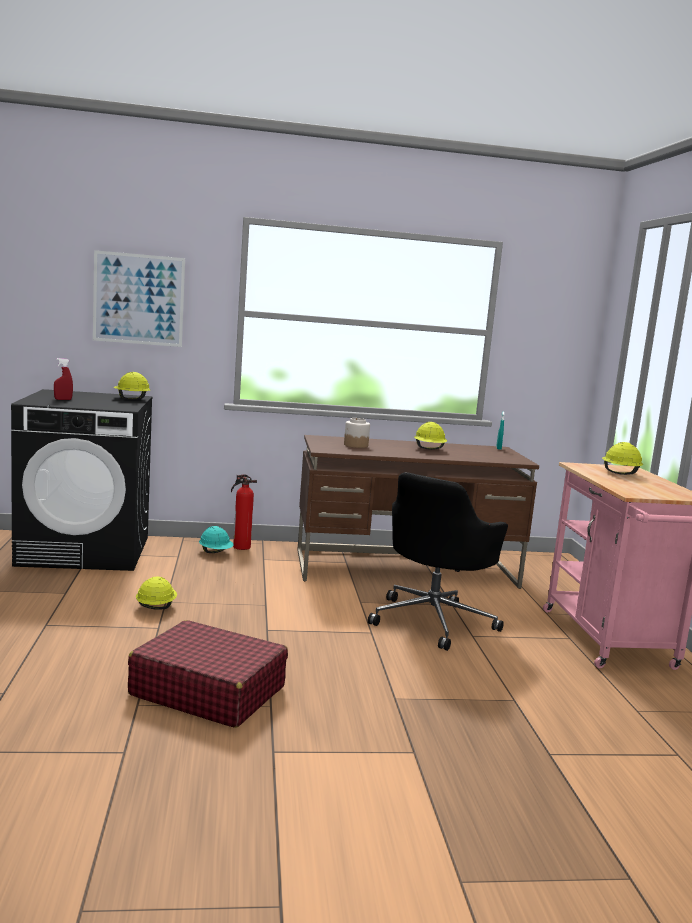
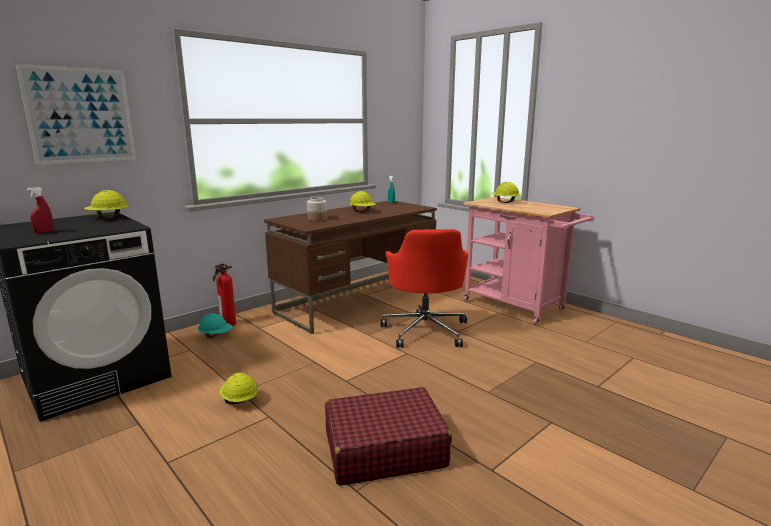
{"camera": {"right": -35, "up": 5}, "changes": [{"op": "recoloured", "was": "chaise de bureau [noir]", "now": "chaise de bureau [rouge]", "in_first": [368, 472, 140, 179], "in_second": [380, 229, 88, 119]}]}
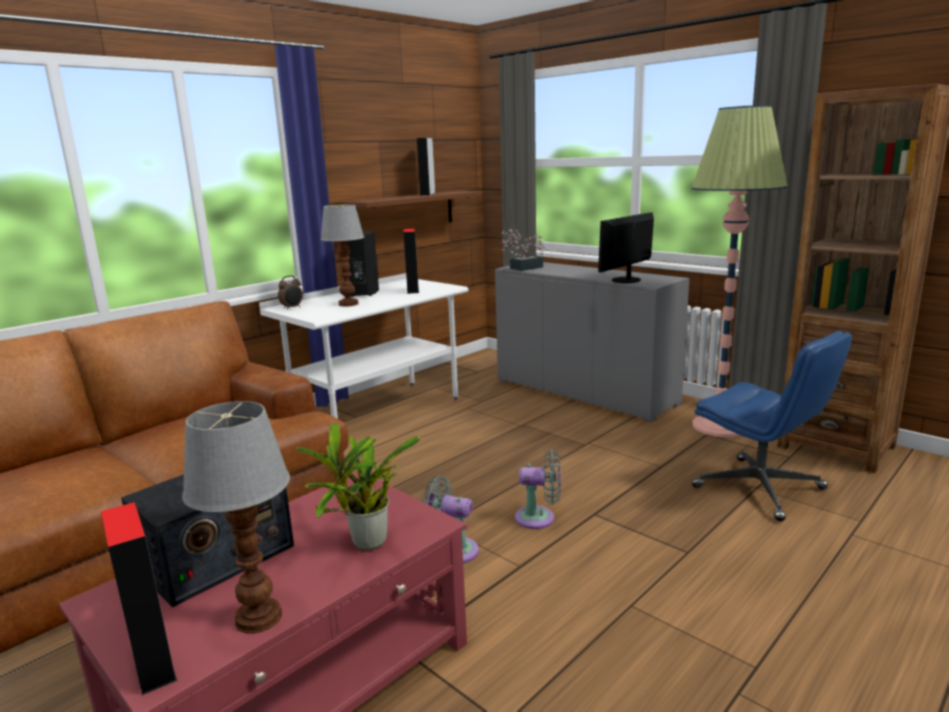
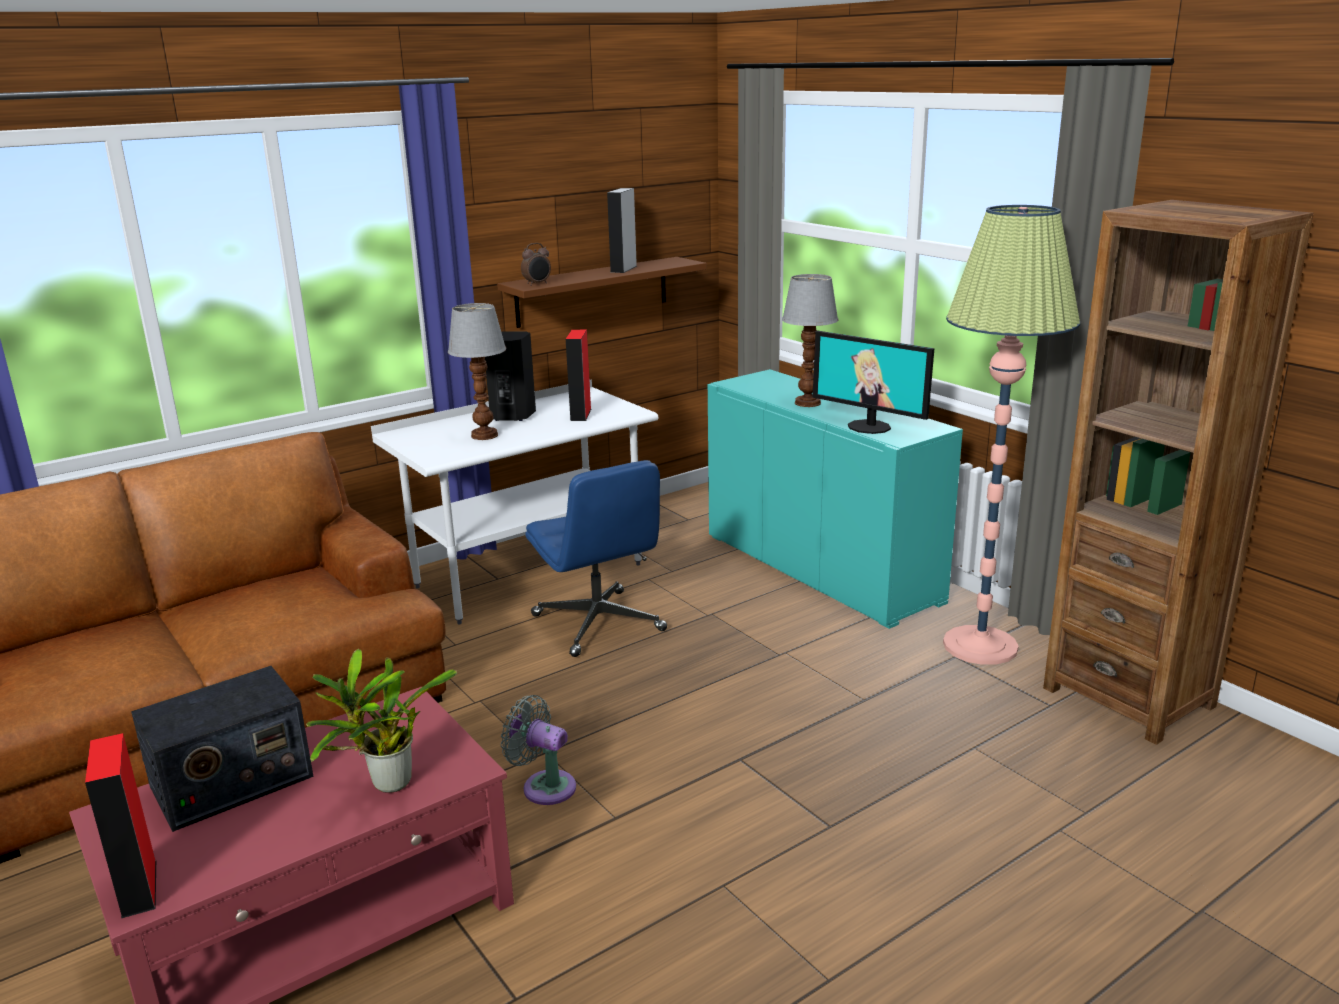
{"camera": {"right": 10, "up": 5}, "changes": [{"op": "moved", "was": "réveil", "in_first": [278, 276, 25, 34], "in_second": [521, 243, 30, 43]}, {"op": "moved", "was": "chaise de bureau [bleu]", "in_first": [692, 331, 160, 191], "in_second": [525, 460, 142, 197]}, {"op": "recoloured", "was": "meuble de rangement [gris]", "now": "meuble de rangement [turquoise]", "in_first": [495, 262, 195, 160], "in_second": [708, 369, 255, 260]}, {"op": "moved", "was": "lampe de table", "in_first": [182, 401, 108, 233], "in_second": [782, 274, 57, 133]}, {"op": "turned", "was": "écran d'ordinateur", "in_first": [598, 212, 56, 71], "in_second": [812, 331, 122, 103], "clockwise": -105}, {"op": "removed", "was": "plante en pot", "in_first": [501, 229, 44, 42]}, {"op": "removed", "was": "ventilateur [gris]", "in_first": [515, 450, 46, 79]}]}
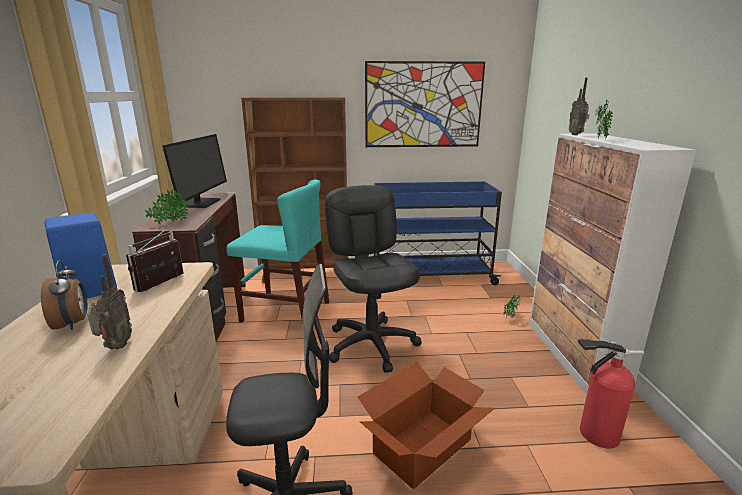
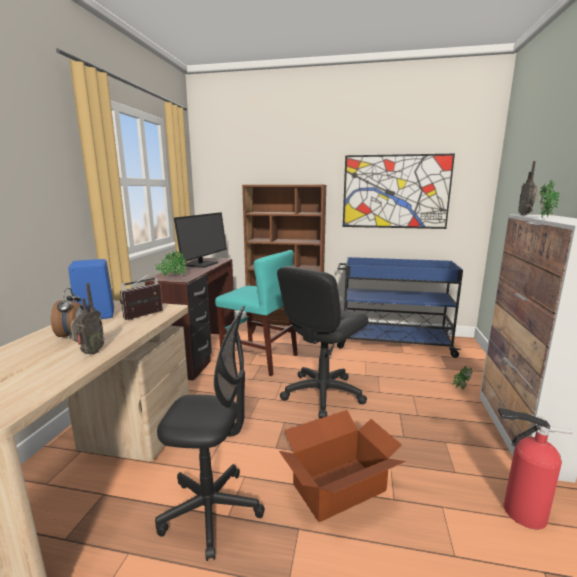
{"camera": {"right": 15, "up": -5}, "changes": [{"op": "turned", "was": "chaise de bureau [noir]", "in_first": [324, 185, 98, 188], "in_second": [277, 266, 92, 152], "clockwise": -135}]}
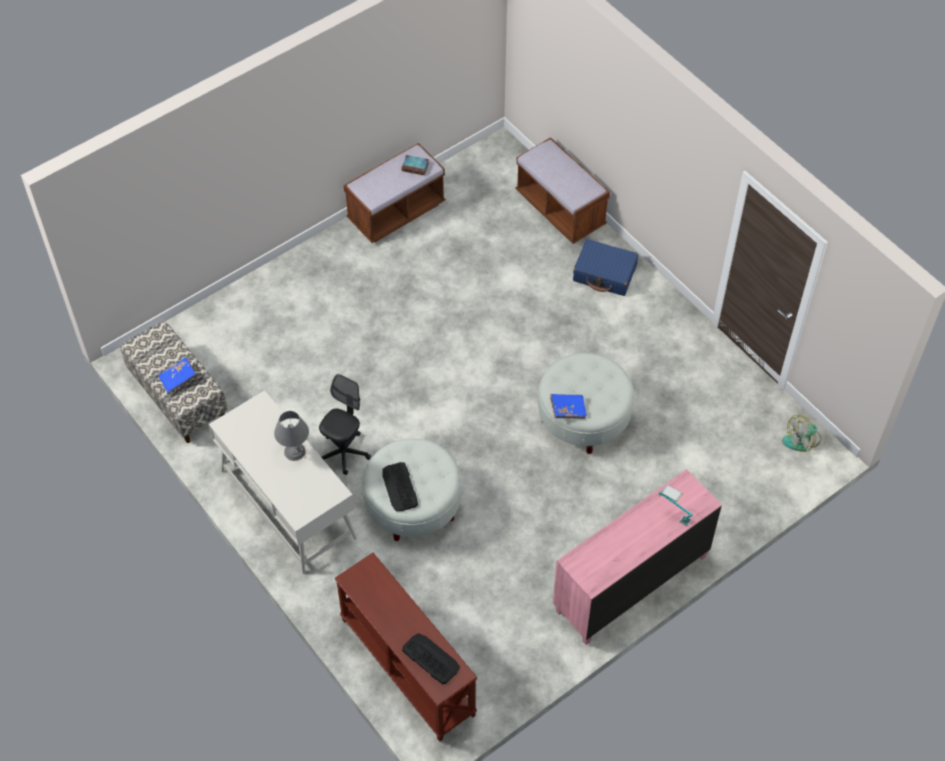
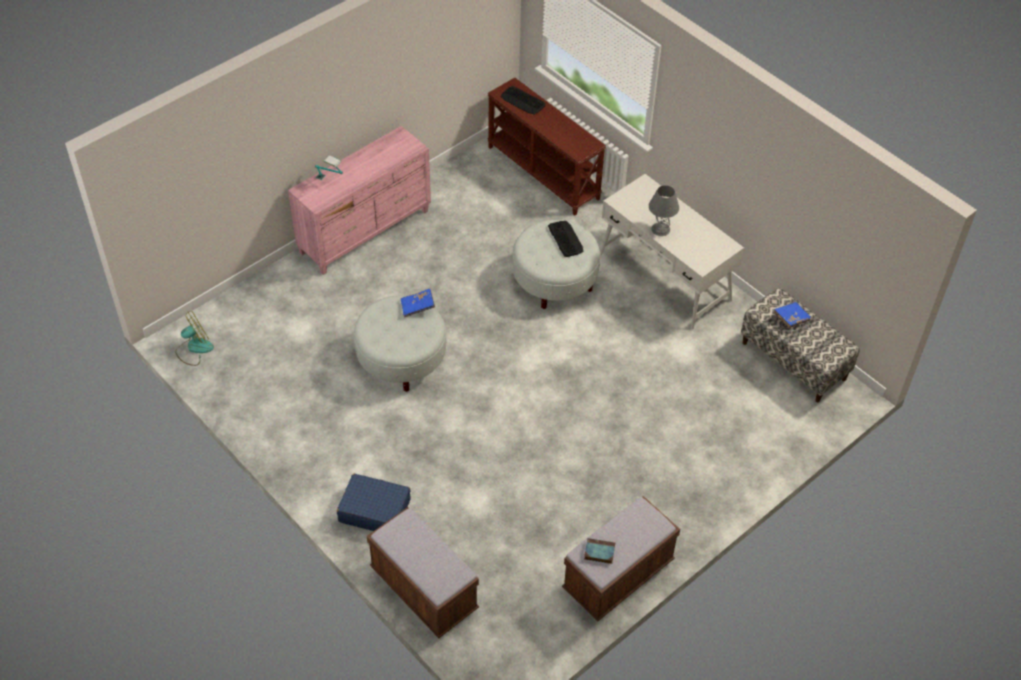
{"camera": {"right": 175, "up": -5}, "changes": [{"op": "removed", "was": "chaise de bureau [noir]", "in_first": [319, 374, 52, 101]}]}
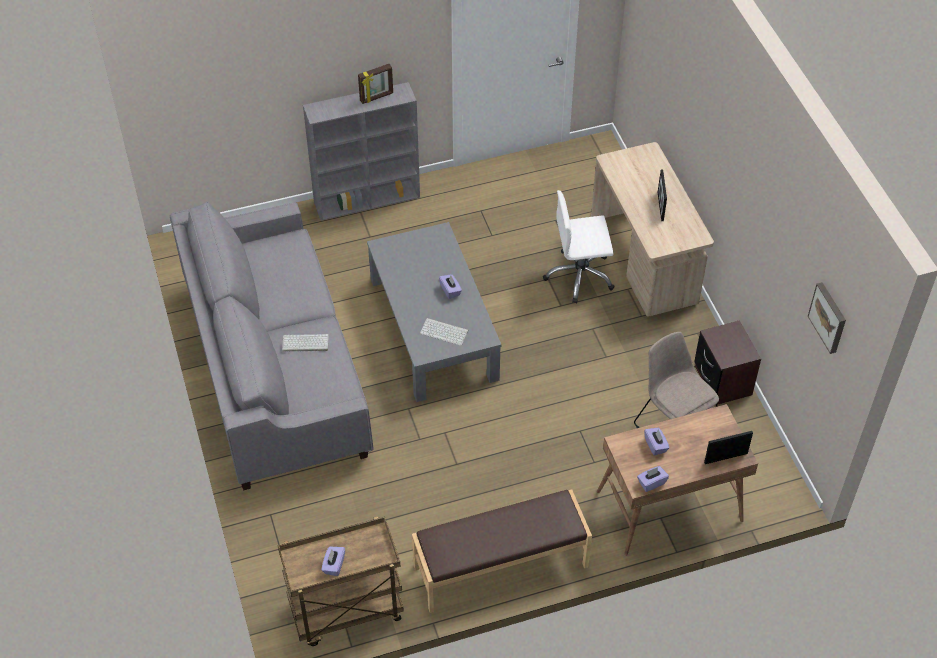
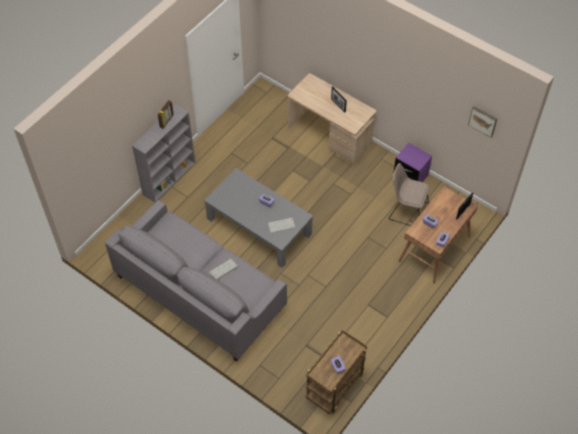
{"camera": {"right": -35, "up": 5}, "changes": [{"op": "recoloured", "was": "table de chevet [marron]", "now": "table de chevet [violet]", "in_first": [694, 320, 67, 85], "in_second": [393, 143, 39, 39]}, {"op": "removed", "was": "banc [marron]", "in_first": [412, 489, 180, 124]}, {"op": "removed", "was": "chaise de bureau [blanc]", "in_first": [543, 190, 72, 113]}]}
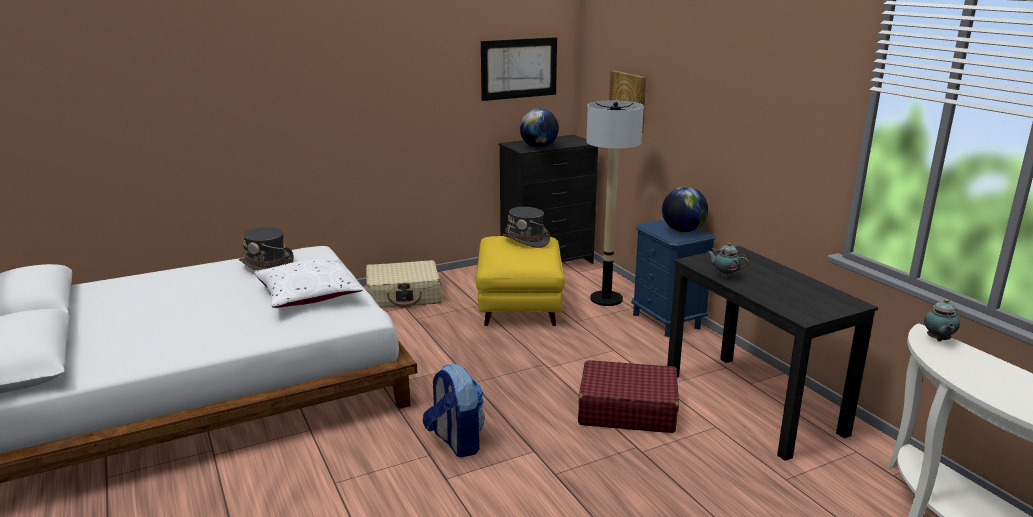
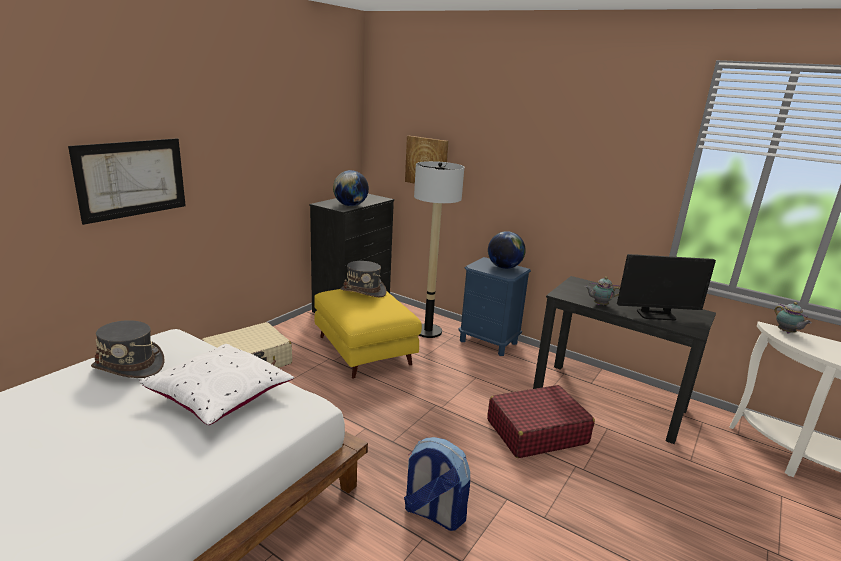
{"camera": {"right": -30, "up": 0}, "changes": [{"op": "moved", "was": "tableau", "in_first": [481, 37, 76, 64], "in_second": [68, 138, 118, 87]}, {"op": "added", "now": "écran d'ordinateur", "in_second": [617, 254, 99, 66]}]}
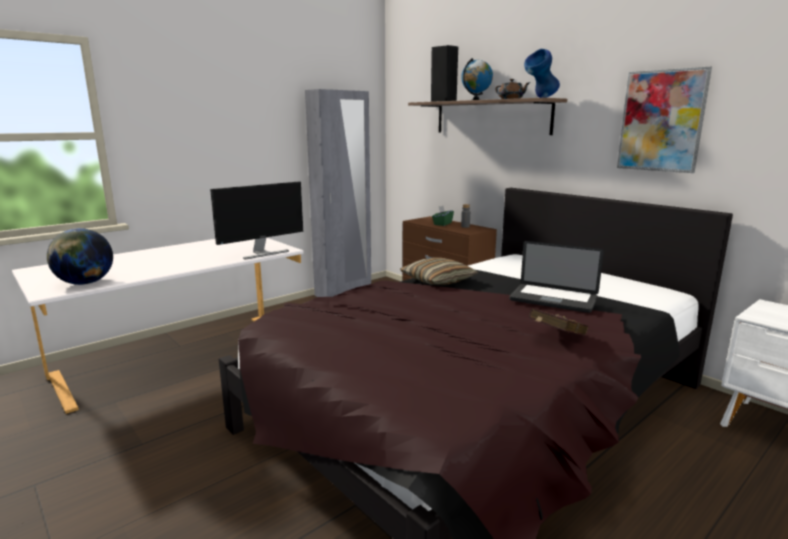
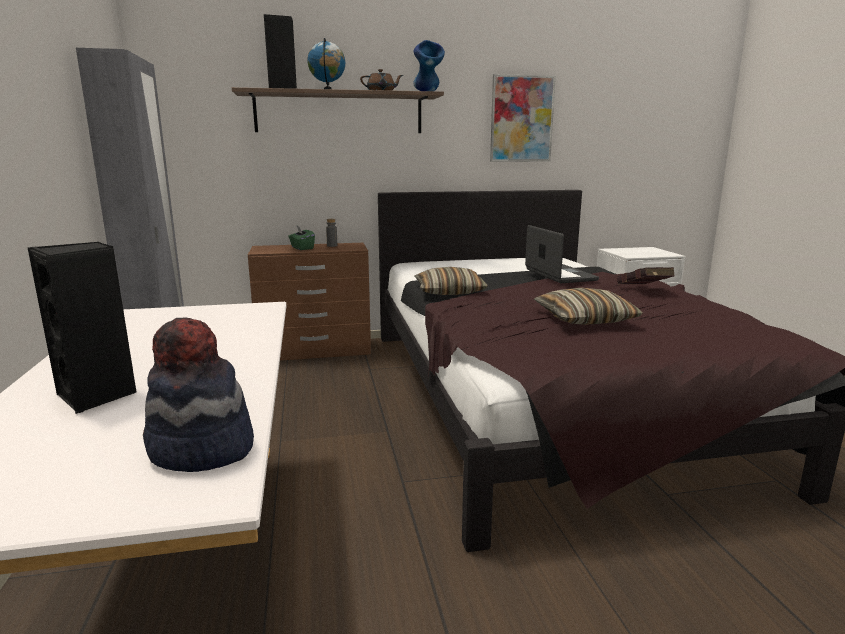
{"camera": {"right": -60, "up": 0}, "changes": [{"op": "added", "now": "enceinte [noir]", "in_second": [28, 242, 109, 172]}, {"op": "replaced", "was": "globe", "now": "chapeau", "in_first": [47, 228, 66, 57], "in_second": [143, 318, 111, 154]}, {"op": "turned", "was": "ordinateur portable", "in_first": [509, 241, 95, 72], "in_second": [525, 225, 74, 58], "clockwise": -75}, {"op": "added", "now": "coussin", "in_second": [534, 288, 109, 37]}, {"op": "removed", "was": "écran d'ordinateur", "in_first": [210, 182, 93, 78]}]}
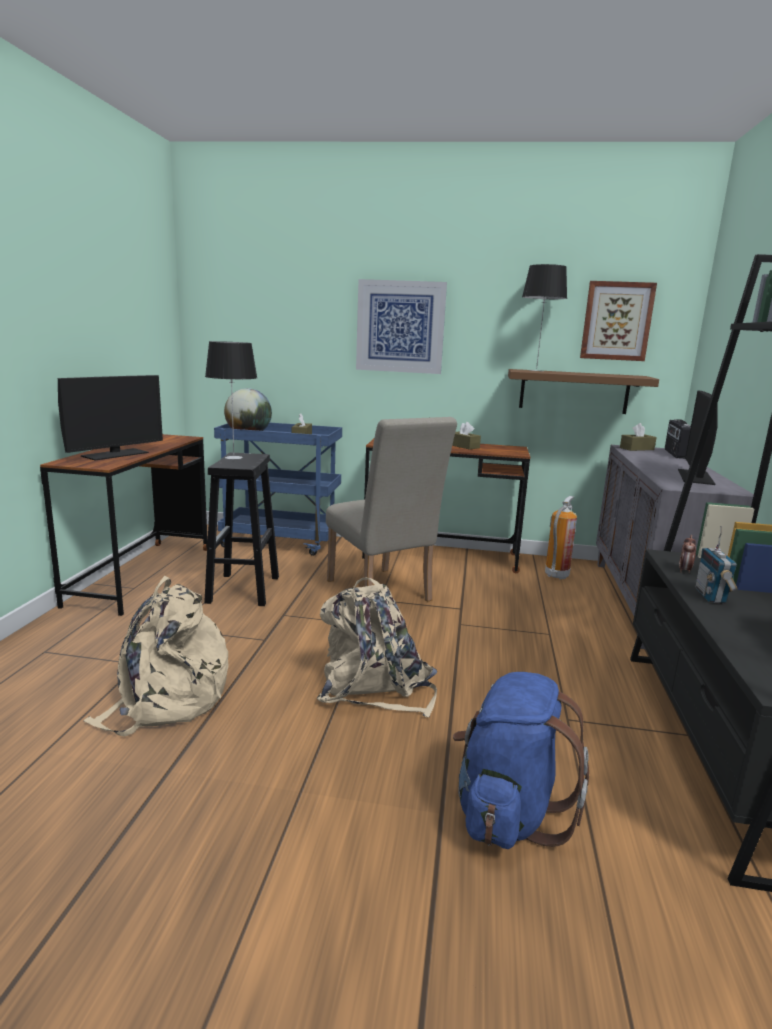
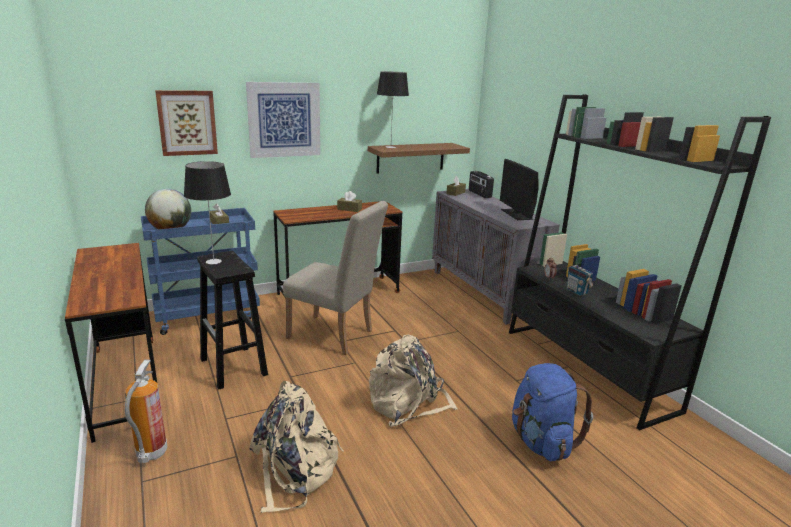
{"camera": {"right": -35, "up": 5}, "changes": [{"op": "moved", "was": "extincteur", "in_first": [545, 496, 32, 83], "in_second": [125, 360, 42, 103]}, {"op": "moved", "was": "tableau", "in_first": [580, 281, 77, 80], "in_second": [155, 90, 63, 66]}, {"op": "removed", "was": "écran d'ordinateur", "in_first": [58, 375, 105, 86]}]}
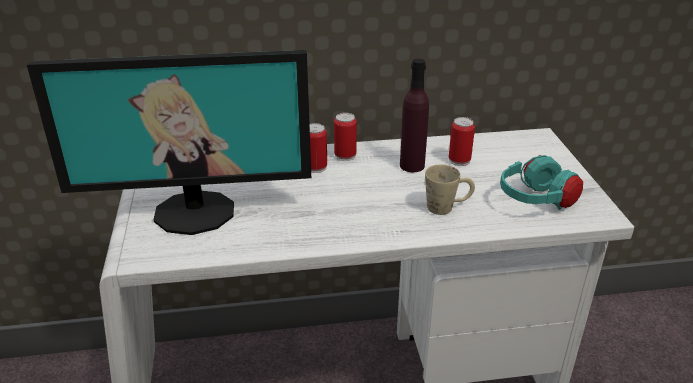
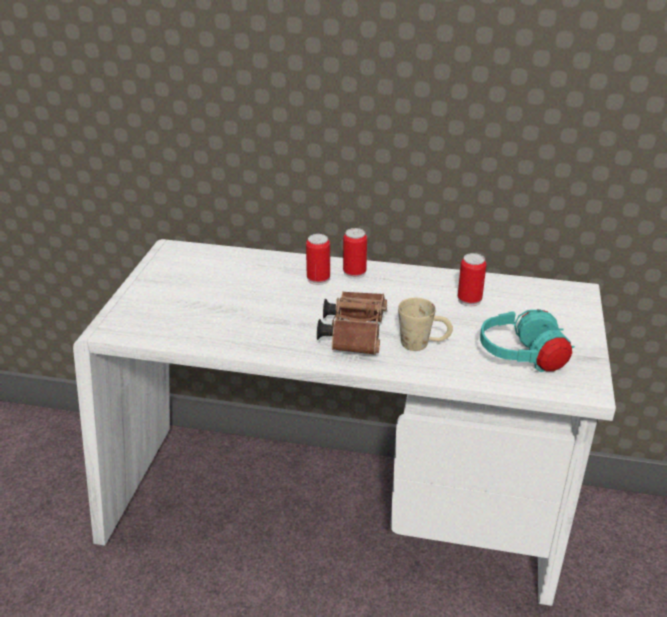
{"camera": {"right": 20, "up": 0}, "changes": [{"op": "added", "now": "jumelles [marron]", "in_second": [317, 291, 70, 64]}, {"op": "removed", "was": "écran d'ordinateur", "in_first": [27, 50, 284, 185]}, {"op": "removed", "was": "bouteille [violet]", "in_first": [400, 59, 29, 113]}]}
